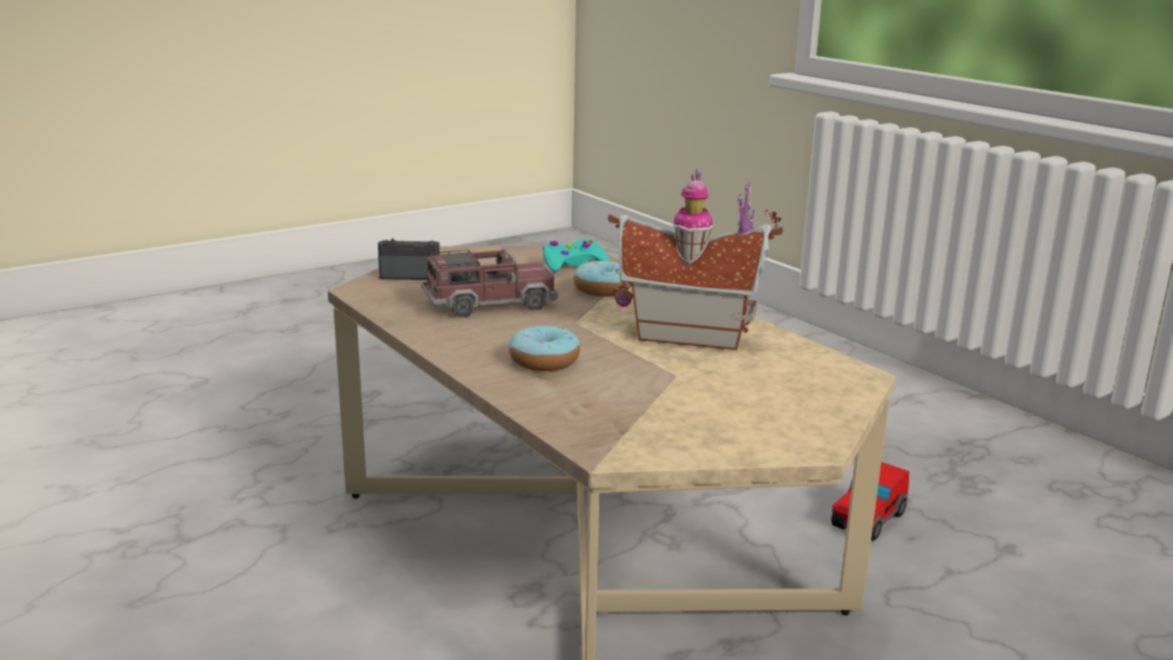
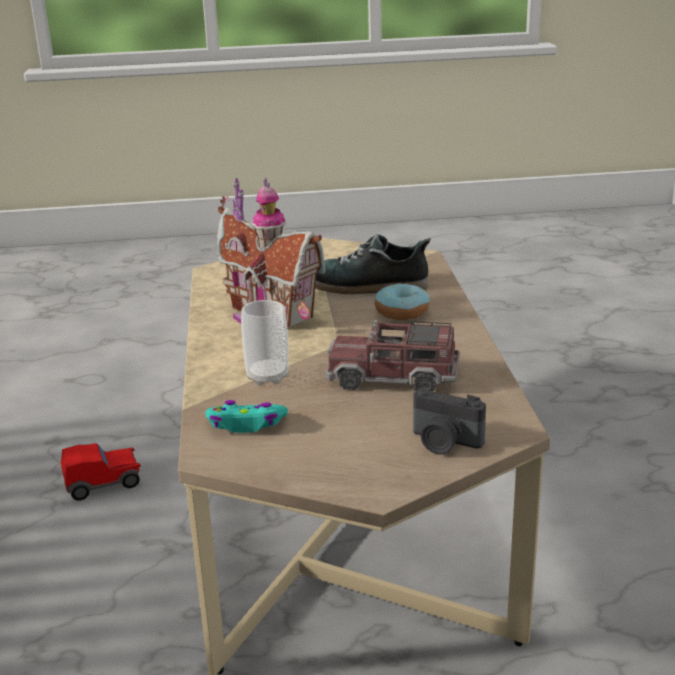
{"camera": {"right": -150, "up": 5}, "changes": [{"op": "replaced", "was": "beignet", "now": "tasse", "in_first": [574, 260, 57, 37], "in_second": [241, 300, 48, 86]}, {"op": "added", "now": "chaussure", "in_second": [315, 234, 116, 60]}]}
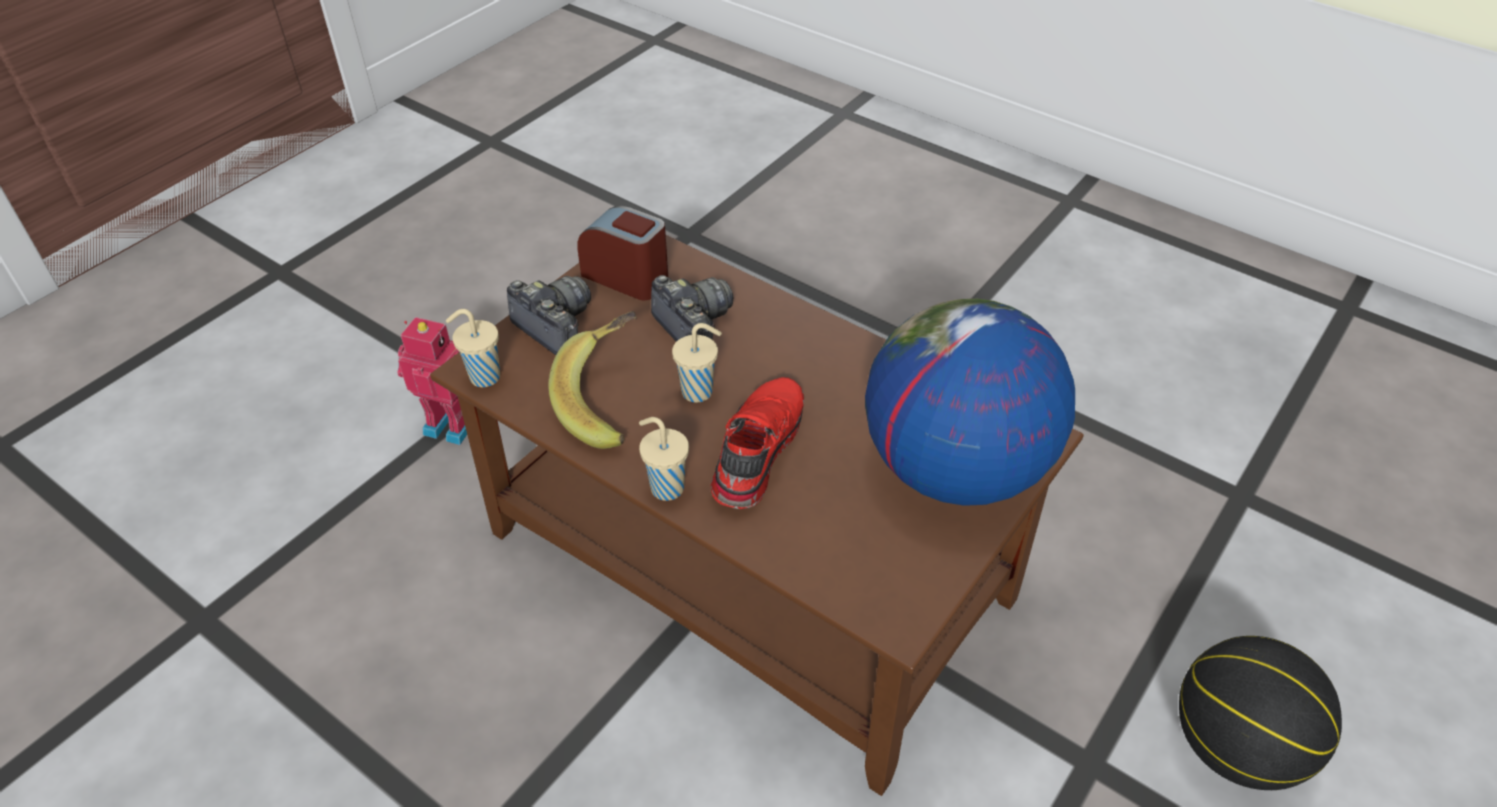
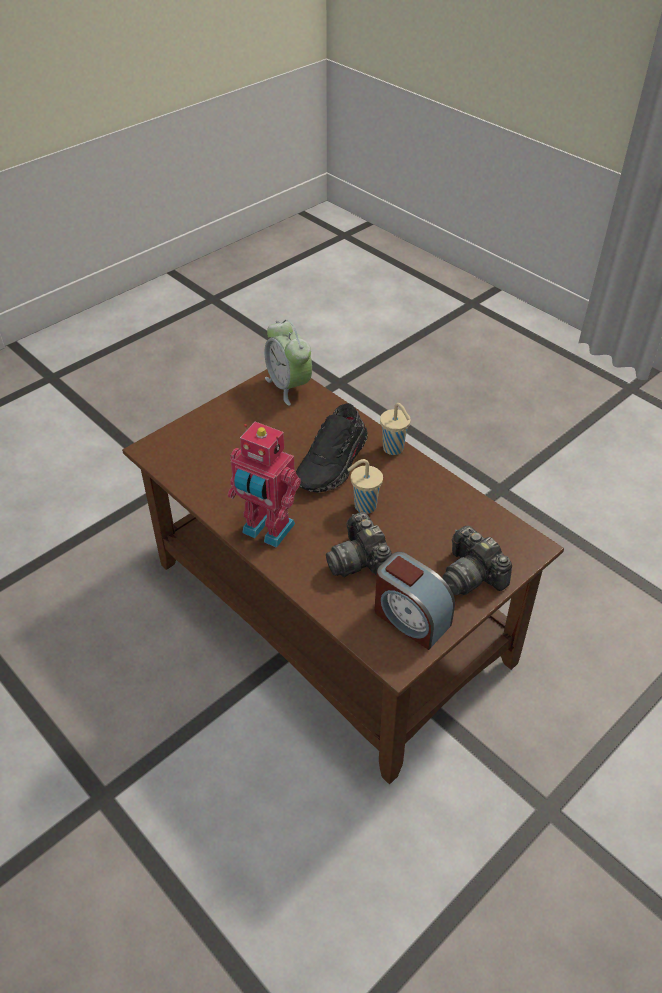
{"camera": {"right": -170, "up": 0}, "changes": [{"op": "moved", "was": "robot jouet", "in_first": [397, 317, 70, 128], "in_second": [228, 422, 73, 126]}, {"op": "added", "now": "réveil", "in_second": [265, 319, 47, 87]}, {"op": "recoloured", "was": "chaussure [rouge]", "now": "chaussure [noir]", "in_first": [711, 377, 93, 132], "in_second": [296, 403, 72, 90]}, {"op": "removed", "was": "tasse [beige]", "in_first": [446, 309, 54, 78]}, {"op": "removed", "was": "banane", "in_first": [548, 311, 89, 138]}, {"op": "removed", "was": "globe", "in_first": [865, 299, 210, 207]}, {"op": "removed", "was": "ballon de basket", "in_first": [1179, 636, 163, 154]}]}
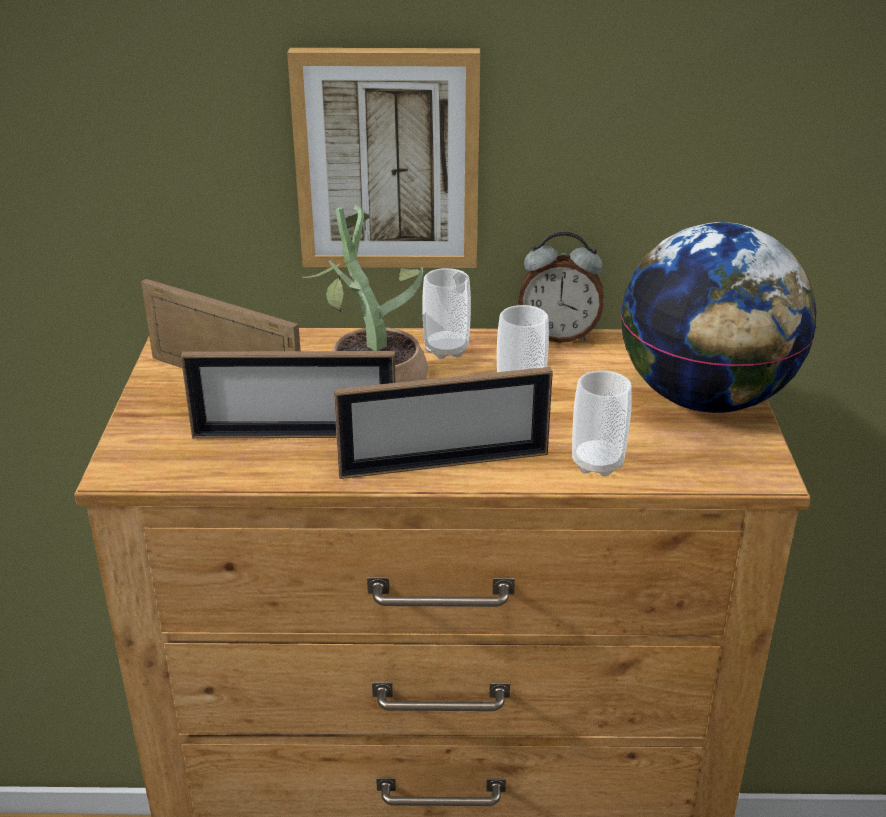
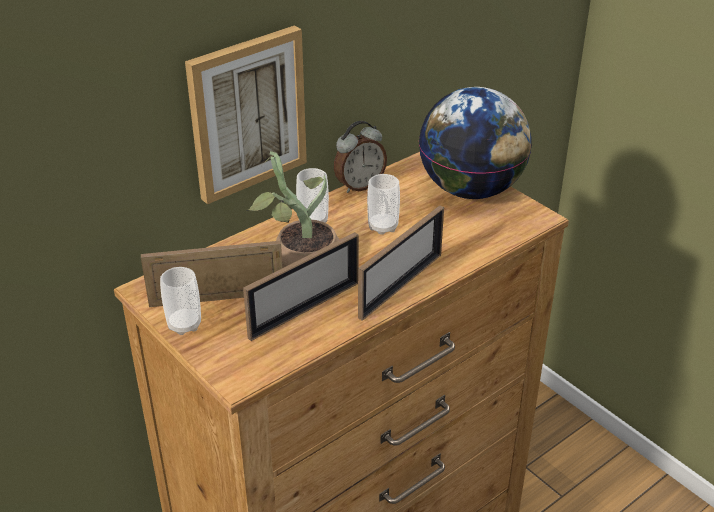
{"camera": {"right": -40, "up": 5}, "changes": [{"op": "moved", "was": "tasse", "in_first": [572, 370, 60, 107], "in_second": [160, 267, 41, 68]}]}
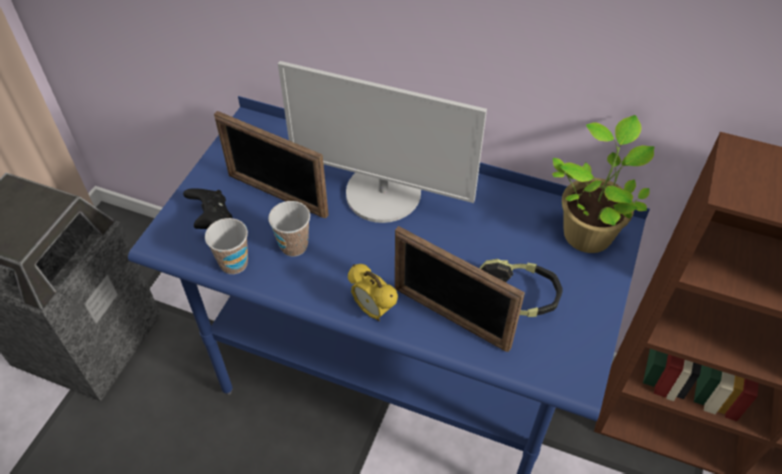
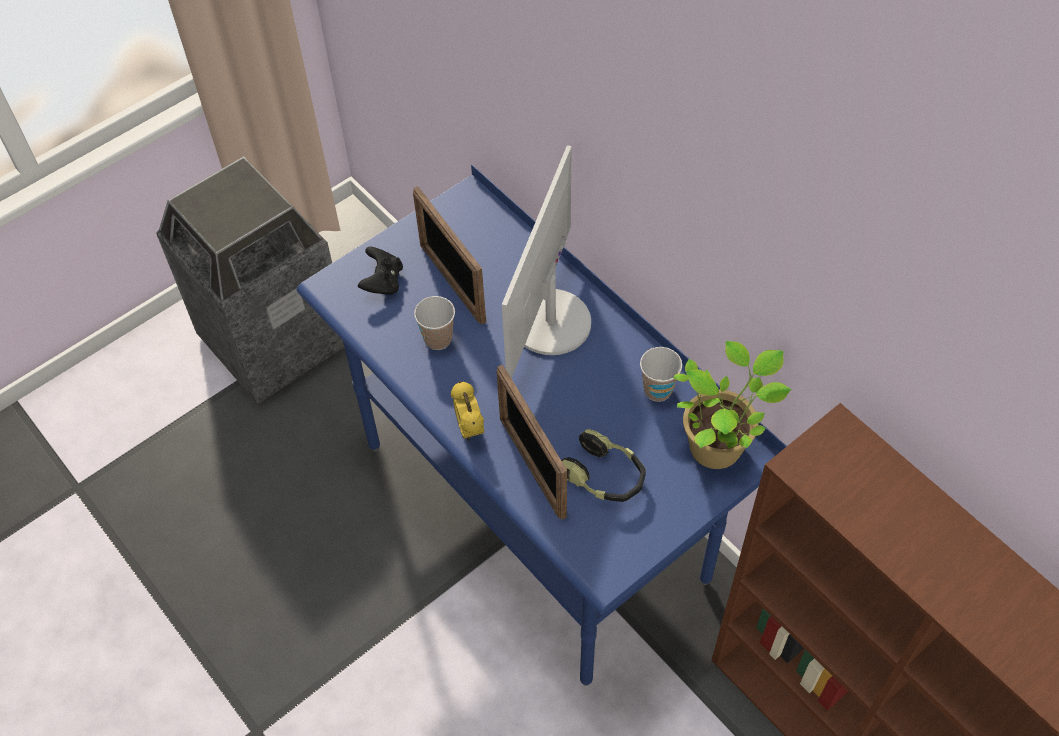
{"camera": {"right": 30, "up": 5}, "changes": [{"op": "turned", "was": "écran d'ordinateur", "in_first": [278, 61, 209, 162], "in_second": [502, 145, 89, 233], "clockwise": 60}, {"op": "moved", "was": "tasse", "in_first": [205, 218, 43, 56], "in_second": [640, 347, 42, 55]}]}
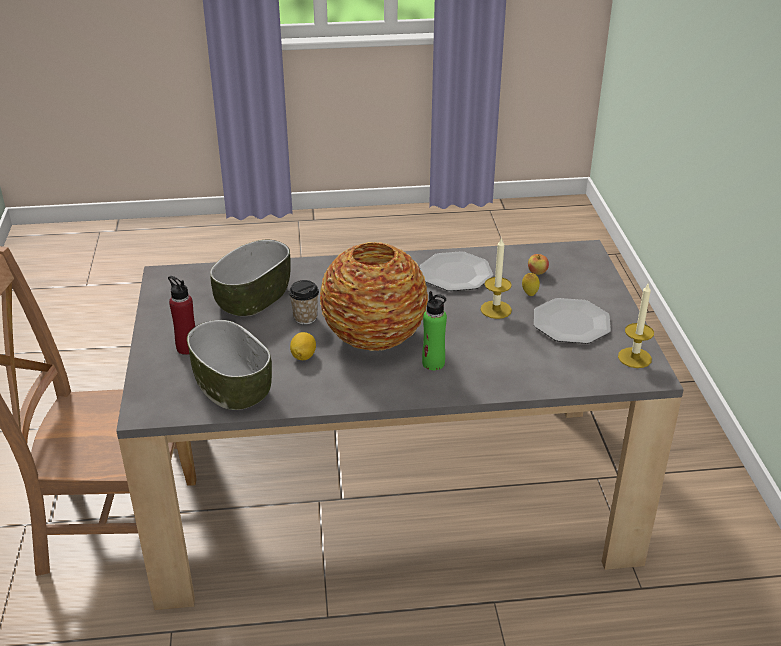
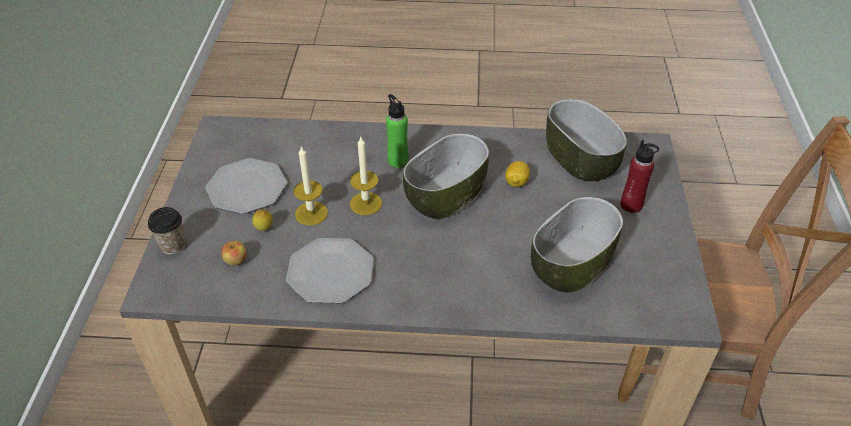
{"camera": {"right": -170, "up": 10}, "changes": [{"op": "moved", "was": "tasse", "in_first": [289, 280, 30, 45], "in_second": [148, 207, 38, 47]}, {"op": "moved", "was": "bougie", "in_first": [618, 284, 36, 84], "in_second": [350, 137, 32, 78]}, {"op": "replaced", "was": "vase", "now": "bol", "in_first": [320, 242, 108, 109], "in_second": [403, 133, 86, 86]}]}
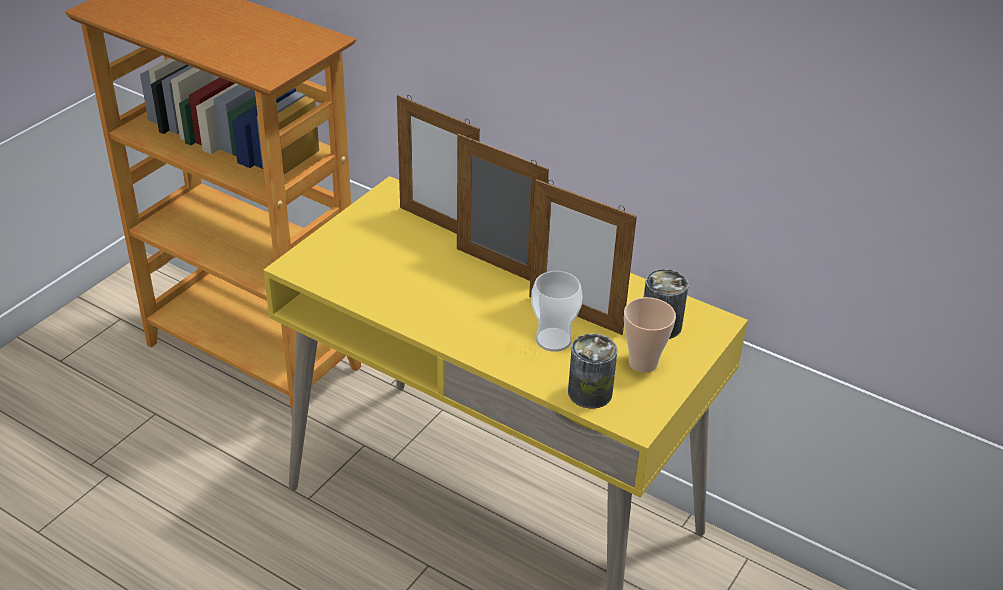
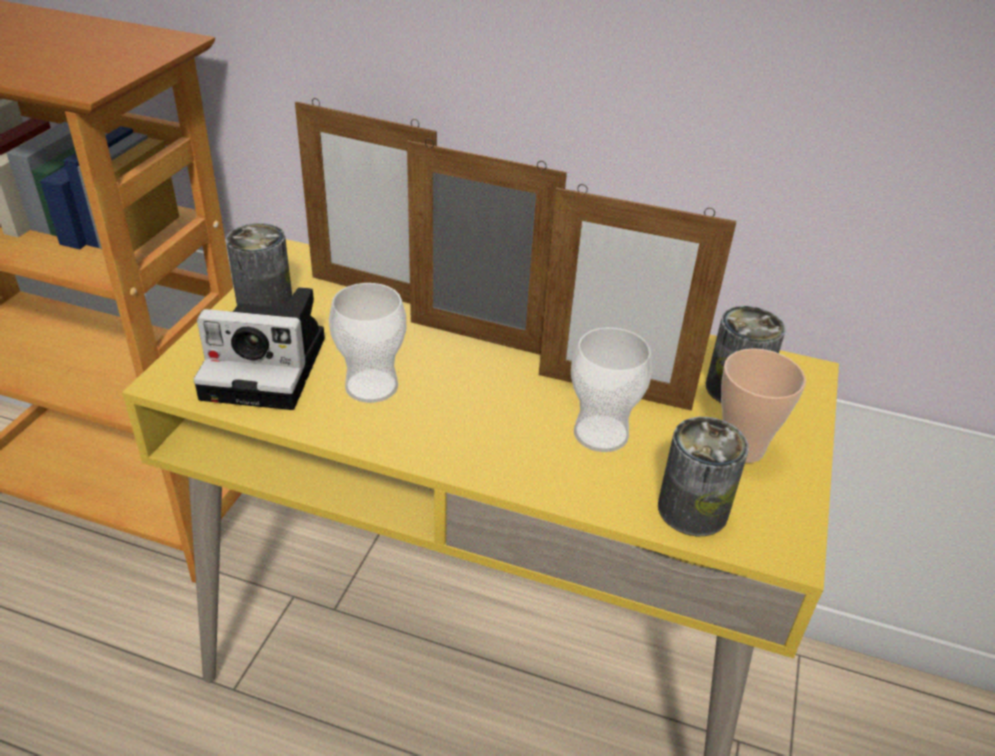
{"camera": {"right": -15, "up": 0}, "changes": [{"op": "added", "now": "appareil photo", "in_second": [193, 287, 132, 123]}, {"op": "added", "now": "boîte métallique", "in_second": [226, 223, 66, 84]}, {"op": "added", "now": "tasse", "in_second": [329, 283, 77, 120]}]}
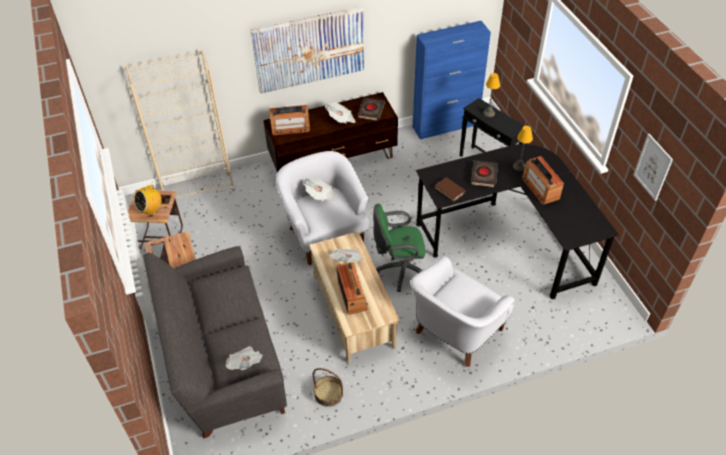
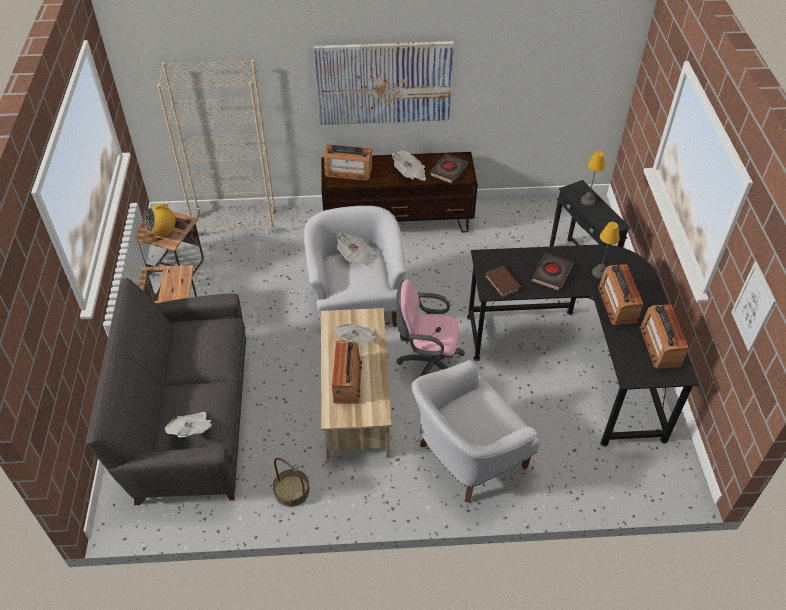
{"camera": {"right": 15, "up": 0}, "changes": [{"op": "recoloured", "was": "chaise de bureau [vert]", "now": "chaise de bureau [rose]", "in_first": [373, 204, 52, 88], "in_second": [396, 279, 69, 97]}, {"op": "added", "now": "radio", "in_second": [640, 304, 49, 65]}, {"op": "removed", "was": "meuble de rangement [bleu]", "in_first": [413, 21, 78, 118]}]}
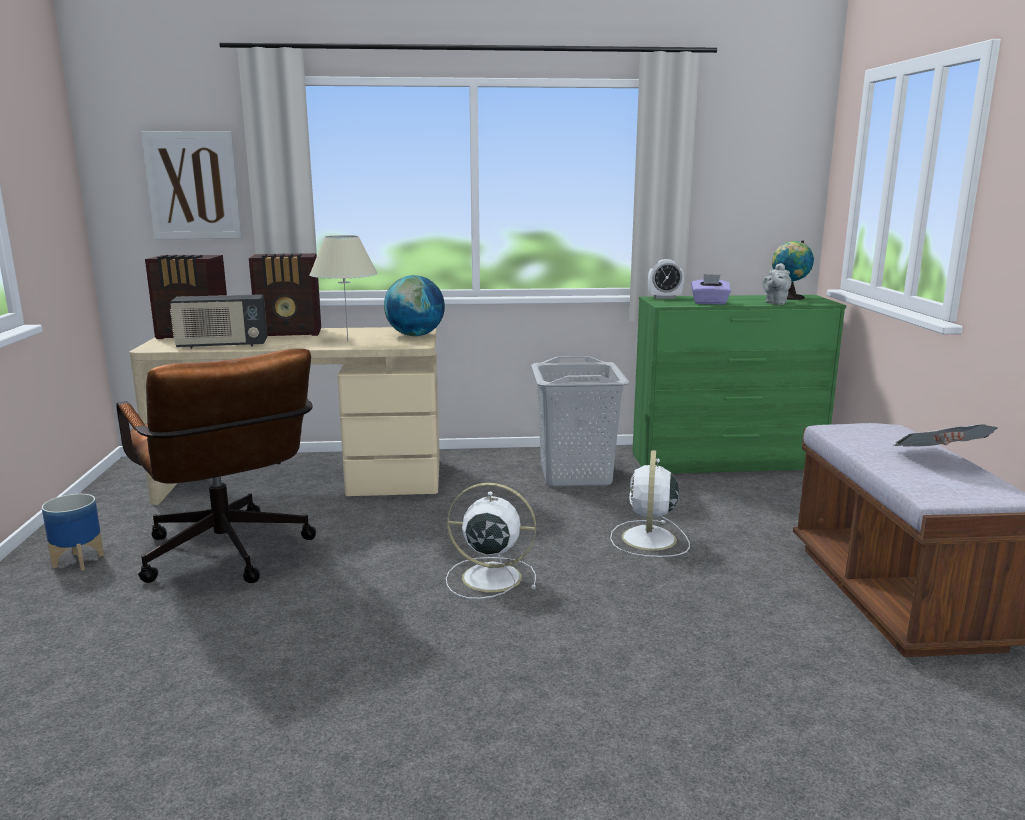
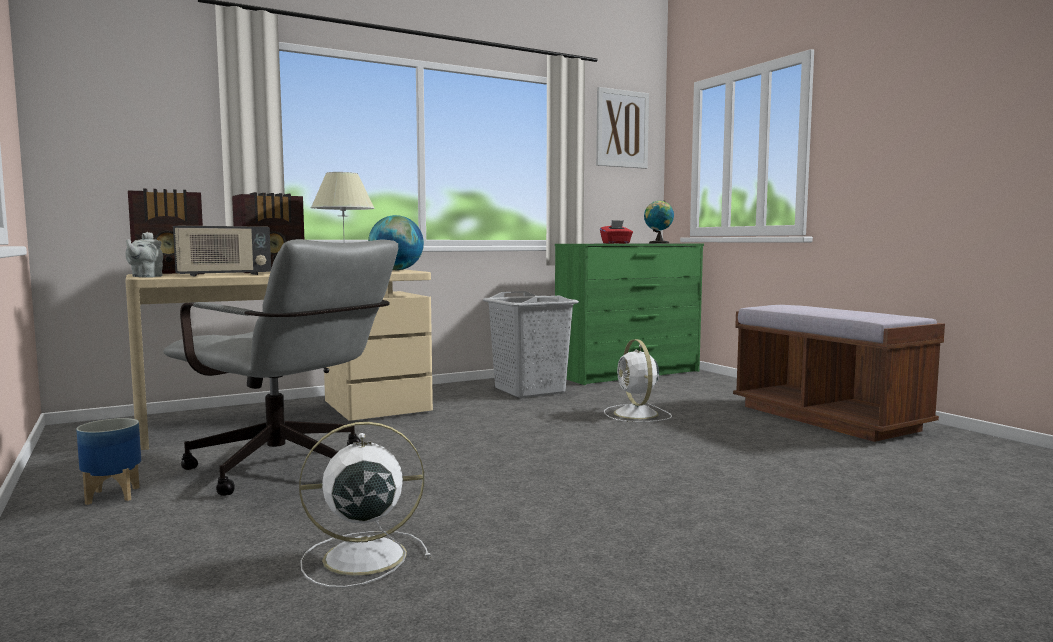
{"camera": {"right": -25, "up": -10}, "changes": [{"op": "moved", "was": "théière [gris]", "in_first": [762, 263, 30, 42], "in_second": [125, 232, 38, 46]}, {"op": "recoloured", "was": "chaise de bureau [marron]", "now": "chaise de bureau [gris]", "in_first": [116, 349, 200, 234], "in_second": [163, 239, 235, 257]}, {"op": "moved", "was": "ventilateur [blanc]", "in_first": [446, 483, 90, 116], "in_second": [299, 422, 132, 166]}, {"op": "moved", "was": "tableau", "in_first": [141, 131, 101, 108], "in_second": [596, 87, 53, 82]}, {"op": "recoloured", "was": "boîte à mouchoirs [violet]", "now": "boîte à mouchoirs [rouge]", "in_first": [691, 274, 40, 31], "in_second": [600, 220, 33, 23]}, {"op": "removed", "was": "réveil", "in_first": [648, 259, 36, 40]}, {"op": "removed", "was": "journal", "in_first": [894, 424, 104, 23]}]}
